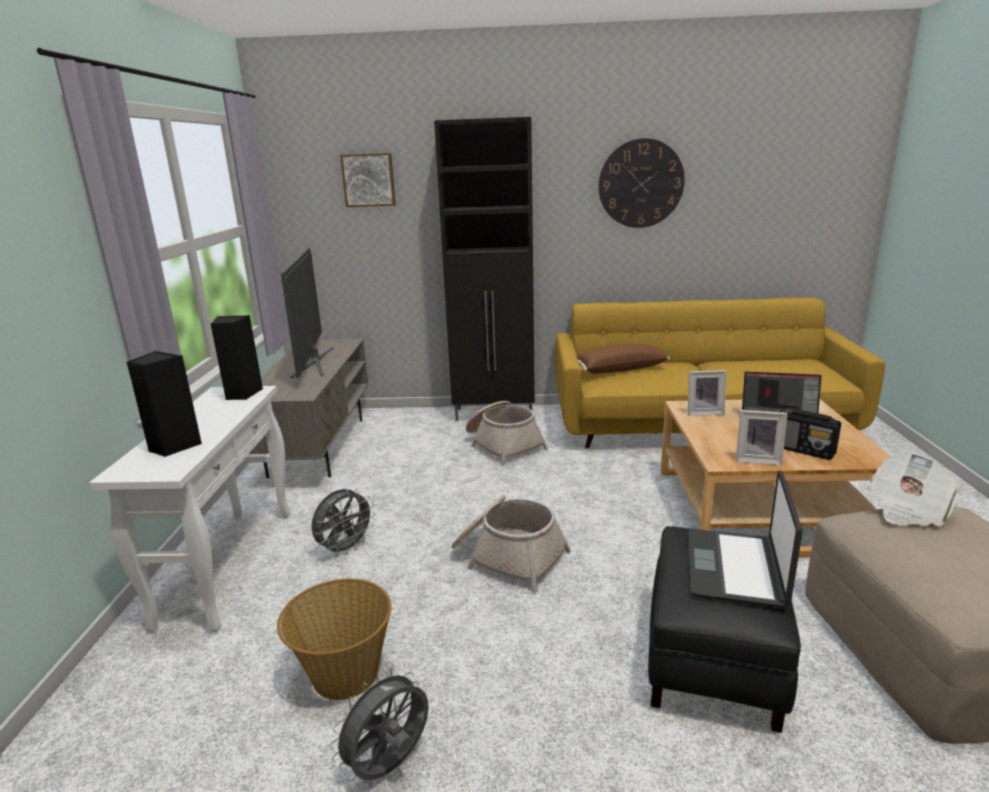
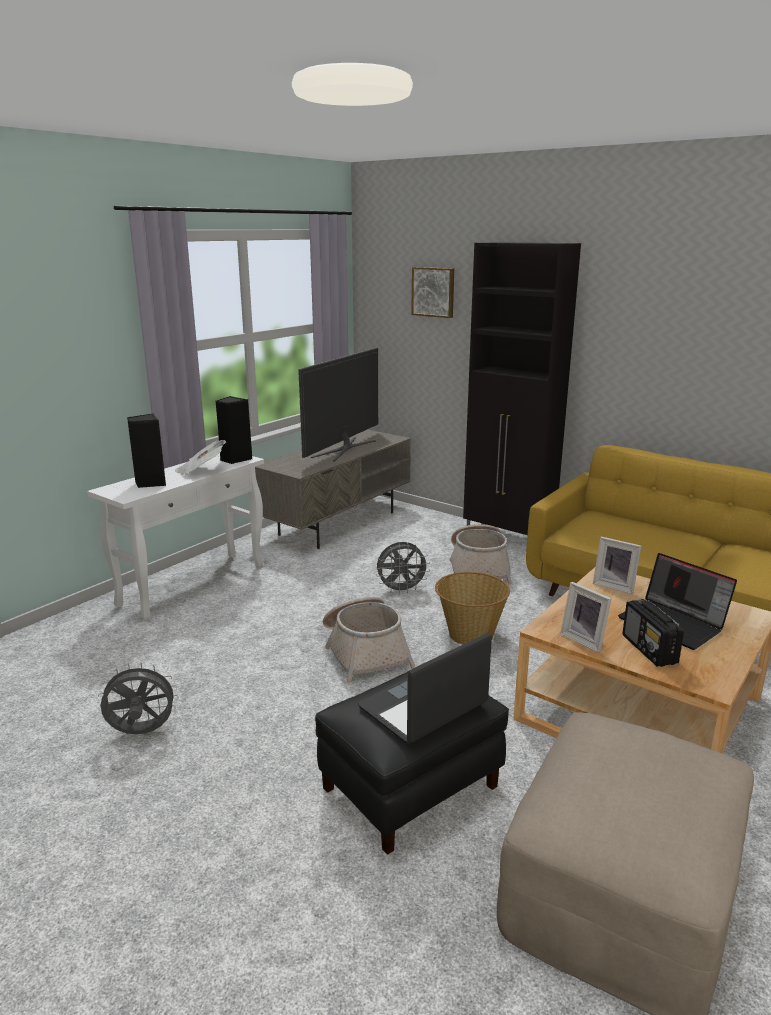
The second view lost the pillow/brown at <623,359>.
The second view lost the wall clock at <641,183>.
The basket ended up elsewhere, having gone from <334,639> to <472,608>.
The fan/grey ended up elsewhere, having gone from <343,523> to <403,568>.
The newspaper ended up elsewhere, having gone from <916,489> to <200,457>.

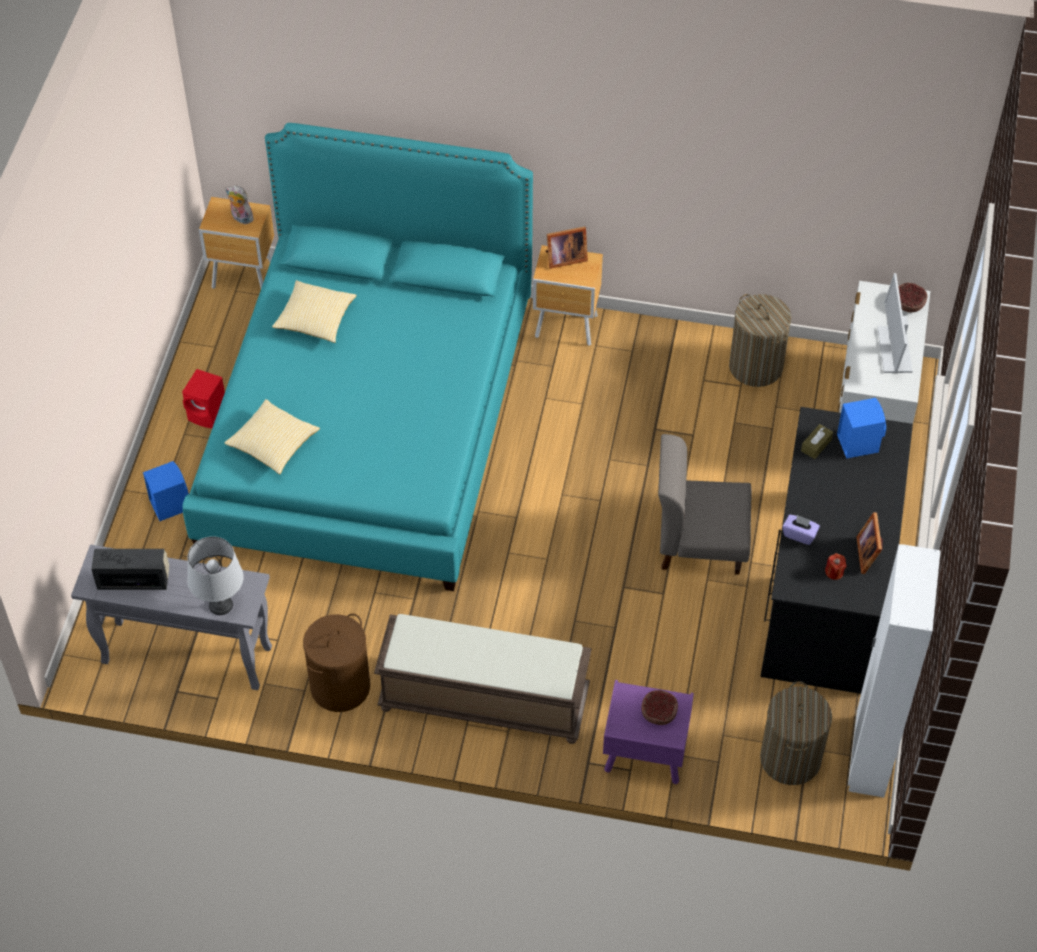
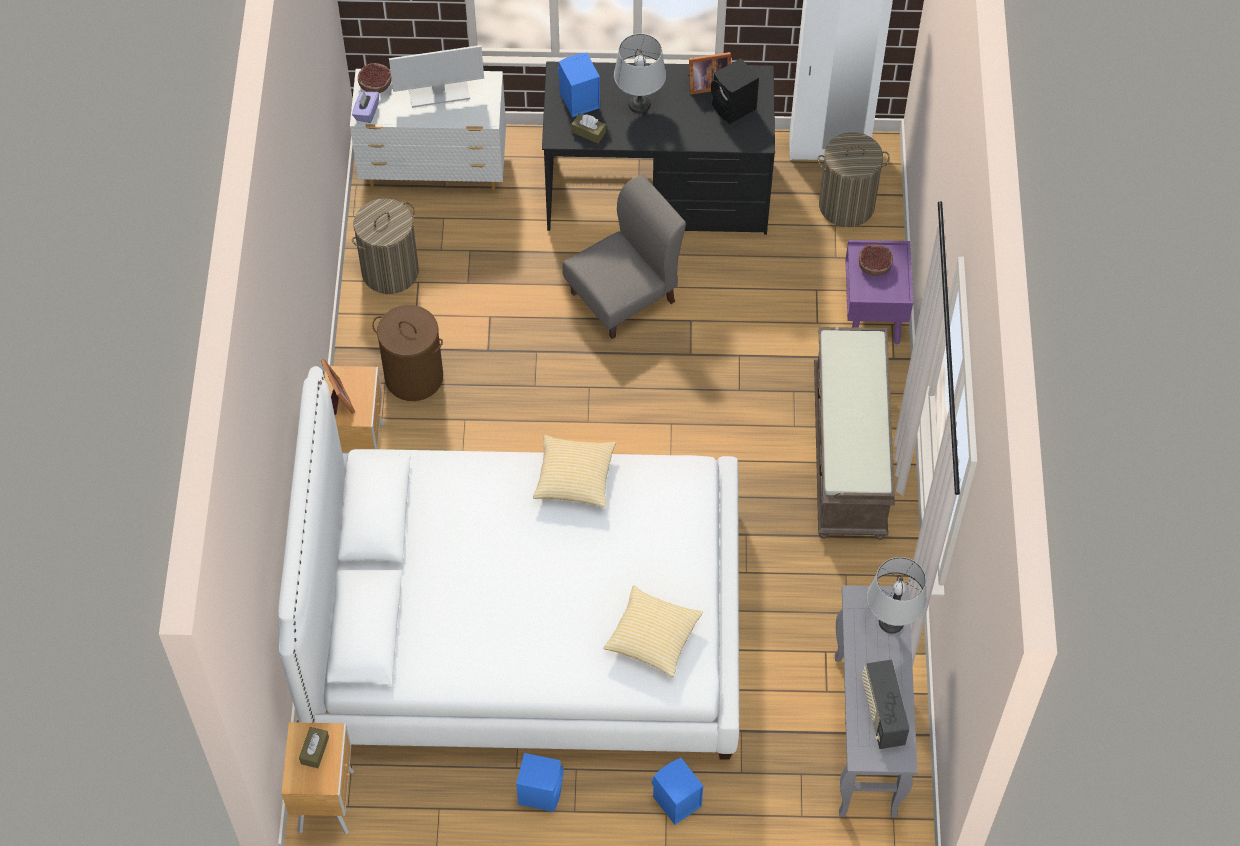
The second view gained the table lamp/grey at <640,73>.
The pillow ended up elsewhere, having gone from <314,311> to <574,471>.
The laundry basket/brown ended up elsewhere, having gone from <336,663> to <407,353>.
The tissue box/purple ended up elsewhere, having gone from <801,530> to <365,107>.
Where the plush toy stood at <239,204>, the tissue box/brown came to stand at <314,747>.
Where the candle/red stood at <835,566>, the speaker/black came to stand at <735,91>.
What was the speaker/red at <203,398> turned into the speaker/blue at <540,782>.
What was the bed/turquoise at <358,357> turned into the bed/white at <508,563>.
The chair/grey at <704,504> ended up facing another way, 120 degrees counterclockwise from before.

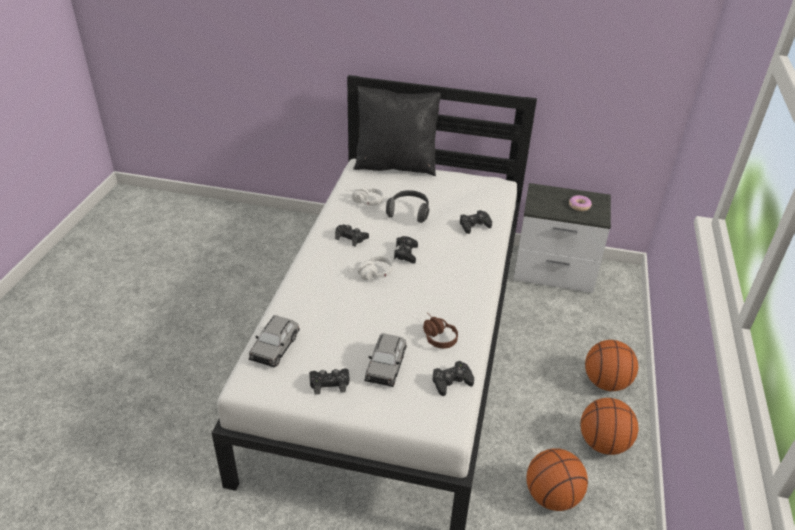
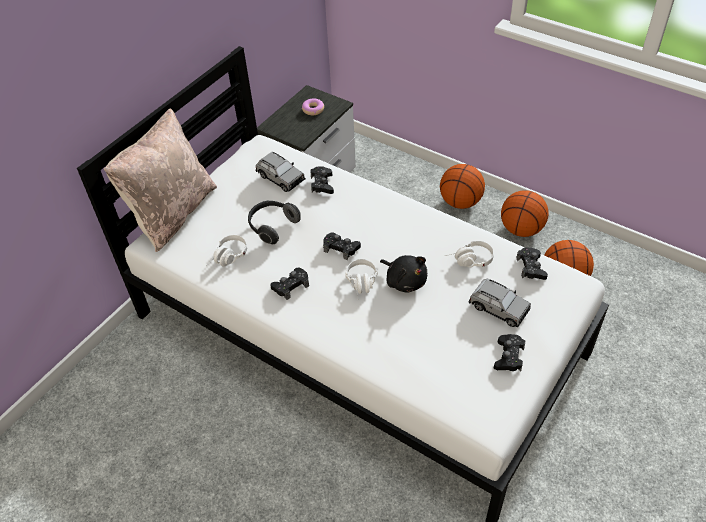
The second view gained the plush toy/black at <403,274>.
The toy car/grey ended up elsewhere, having gone from <274,341> to <280,172>.
What was the pillow/black at <397,131> turned into the pillow/beige at <160,180>.
What was the headphones/brown at <440,331> turned into the headphones/white at <469,254>.

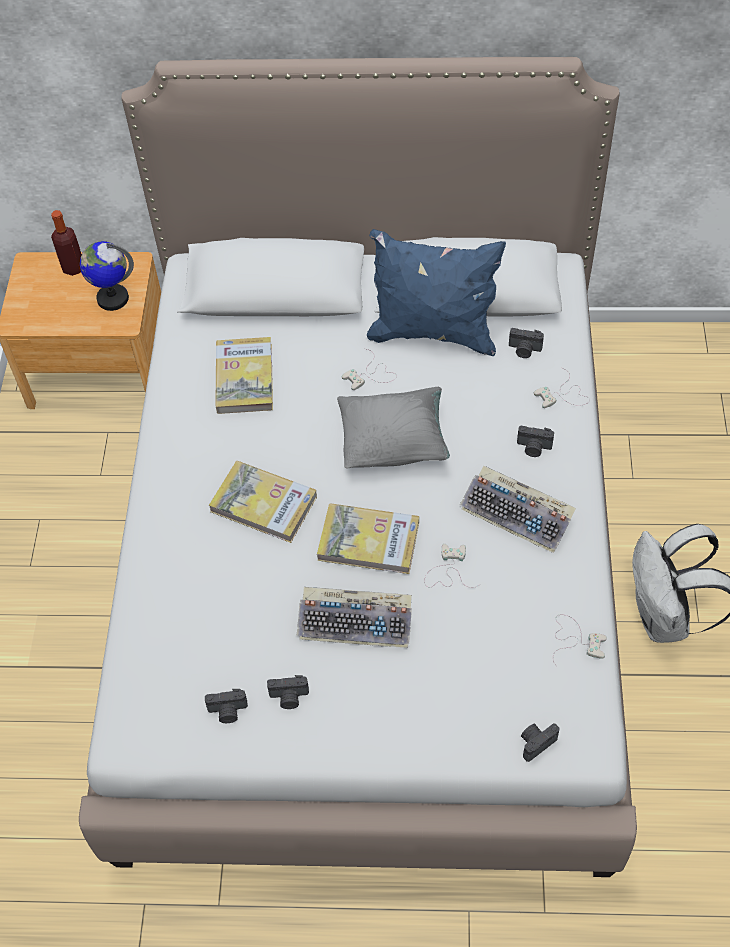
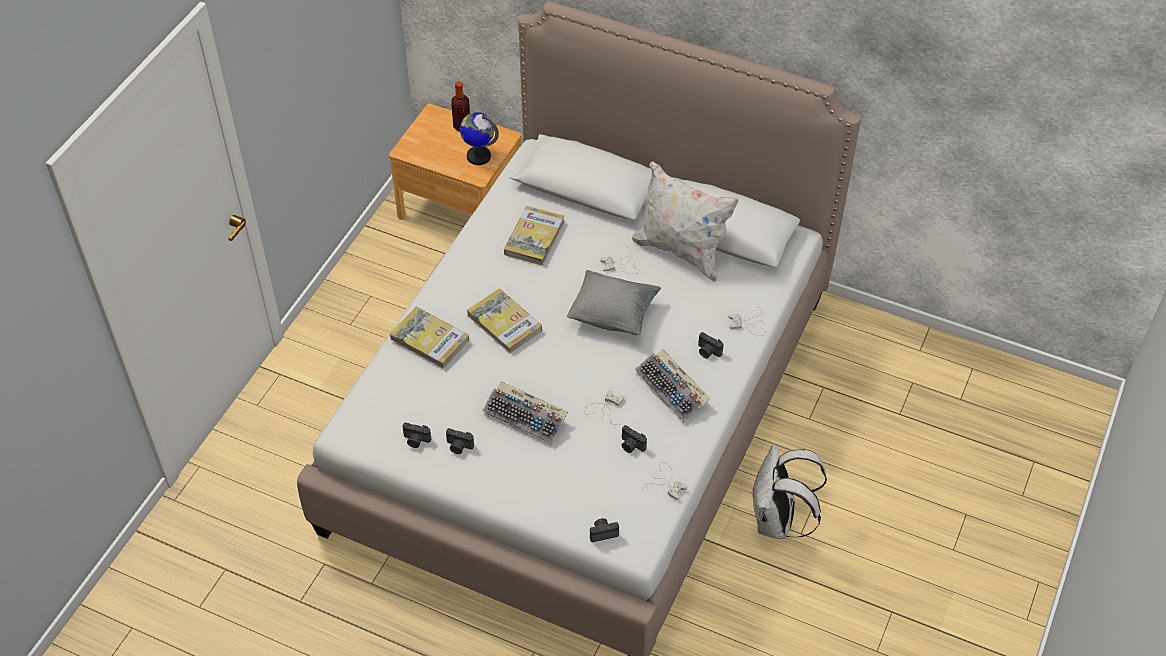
The book ended up elsewhere, having gone from <368,538> to <429,338>.
The photo camera ended up elsewhere, having gone from <526,343> to <634,439>.
What was the pillow/blue at <436,292> turned into the pillow/white at <685,221>.

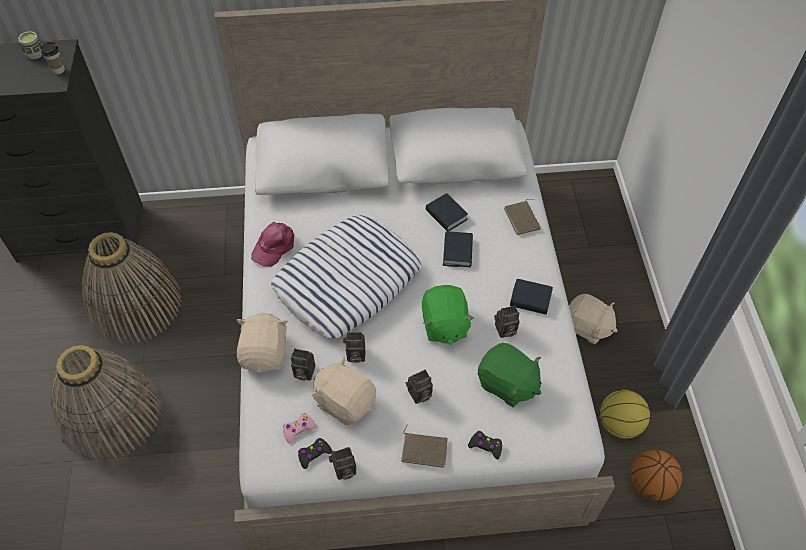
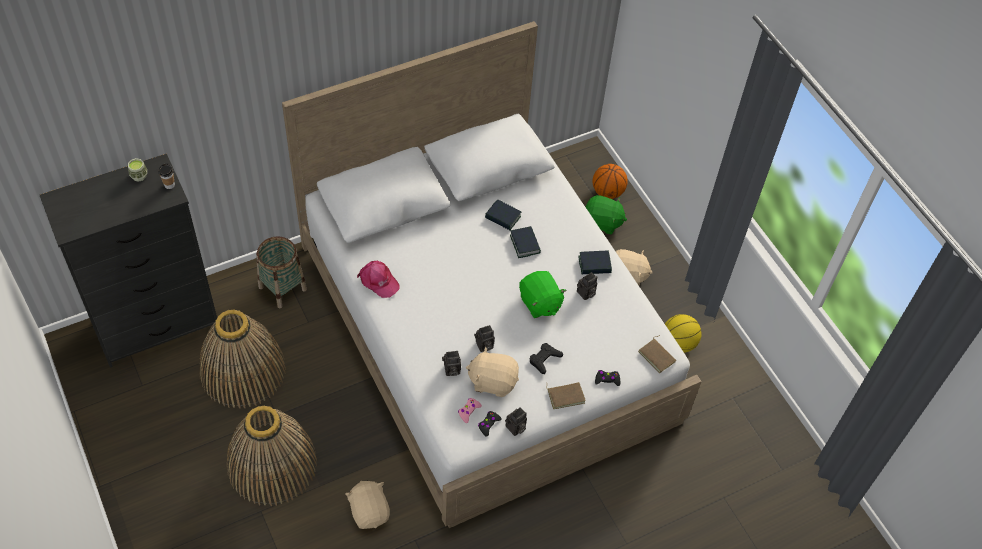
The second view lost the pillow at <346,276>.
The second view gained the basket at <281,272>.
The plush toy/beige ended up elsewhere, having gone from <262,343> to <367,504>.
The plush toy/green ended up elsewhere, having gone from <509,375> to <606,214>.
The book/brown ended up elsewhere, having gone from <522,217> to <657,354>.
The basketball ended up elsewhere, having gone from <656,475> to <610,181>.
Where the photo camera stood at <419,387>, the game controller/black came to stand at <546,358>.
The cap/pink at <272,244> ended up facing another way, 60 degrees counterclockwise from before.

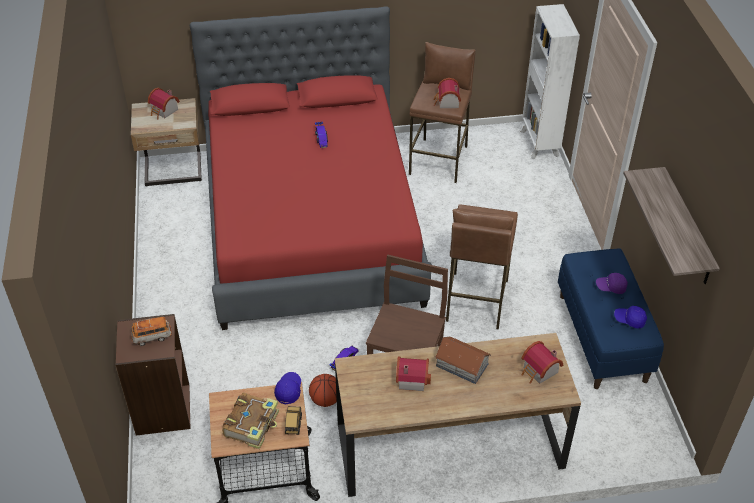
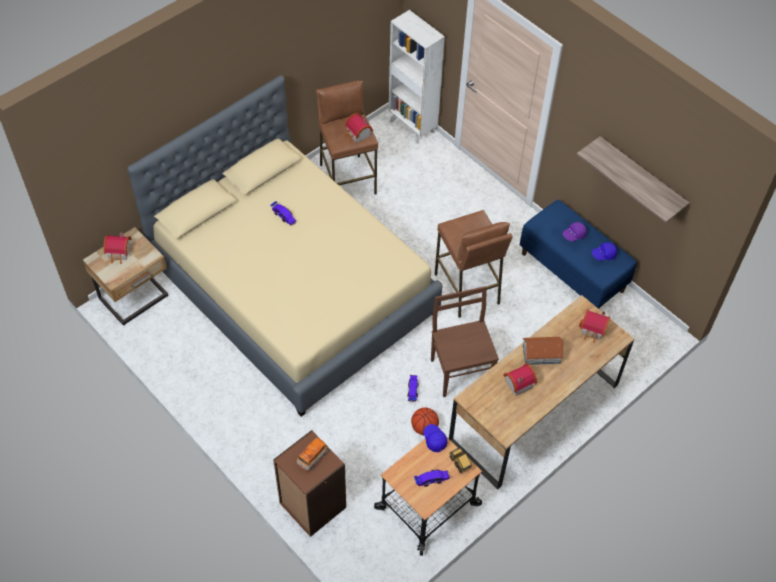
Where the book stood at <250,420>, the toy car came to stand at <432,478>.
What was the bed/red at <311,168> turned into the bed/beige at <285,246>.

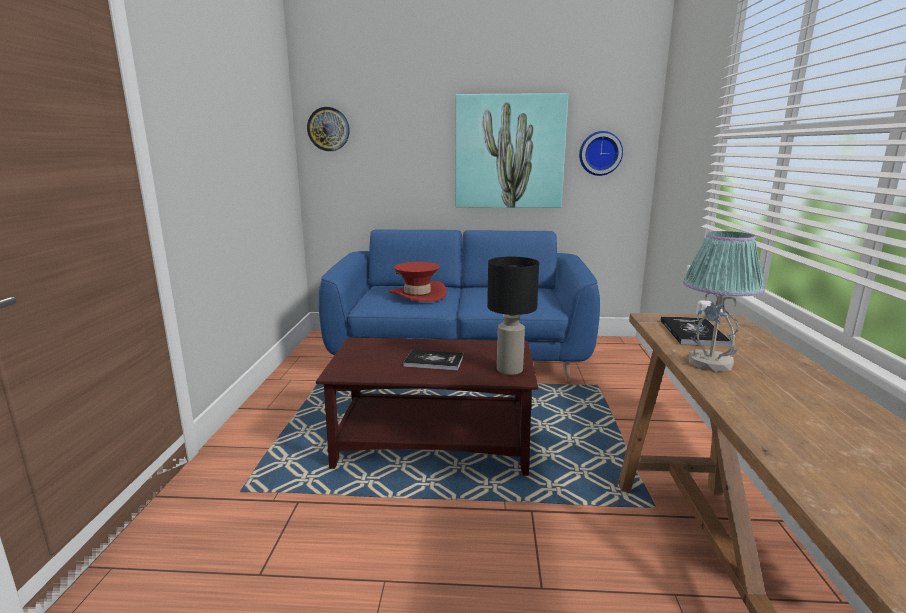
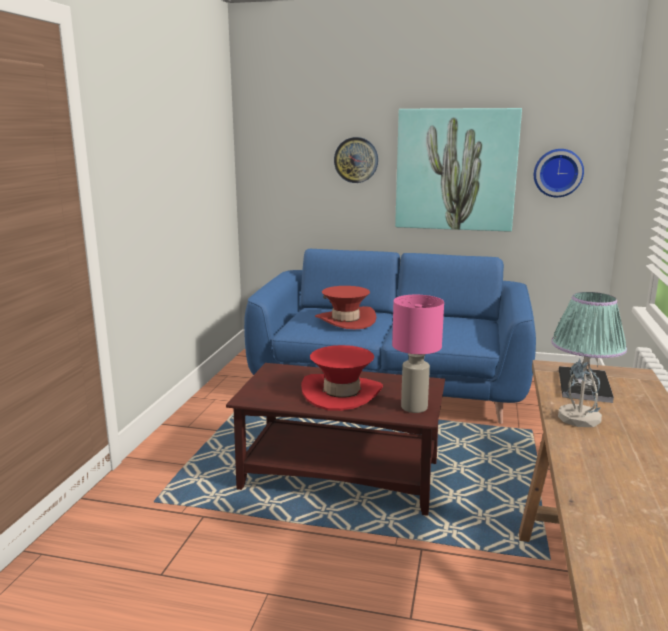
The wall clock ended up elsewhere, having gone from <328,129> to <356,160>.
Where the book stood at <433,360>, the hat/red came to stand at <342,378>.
What was the table lamp/black at <513,316> turned into the table lamp/pink at <418,354>.

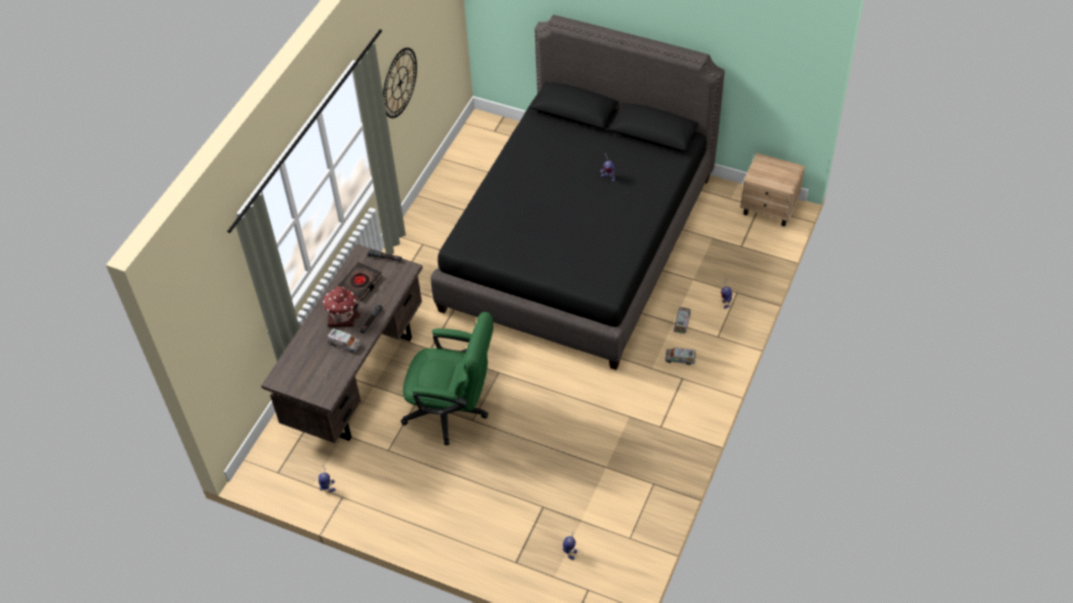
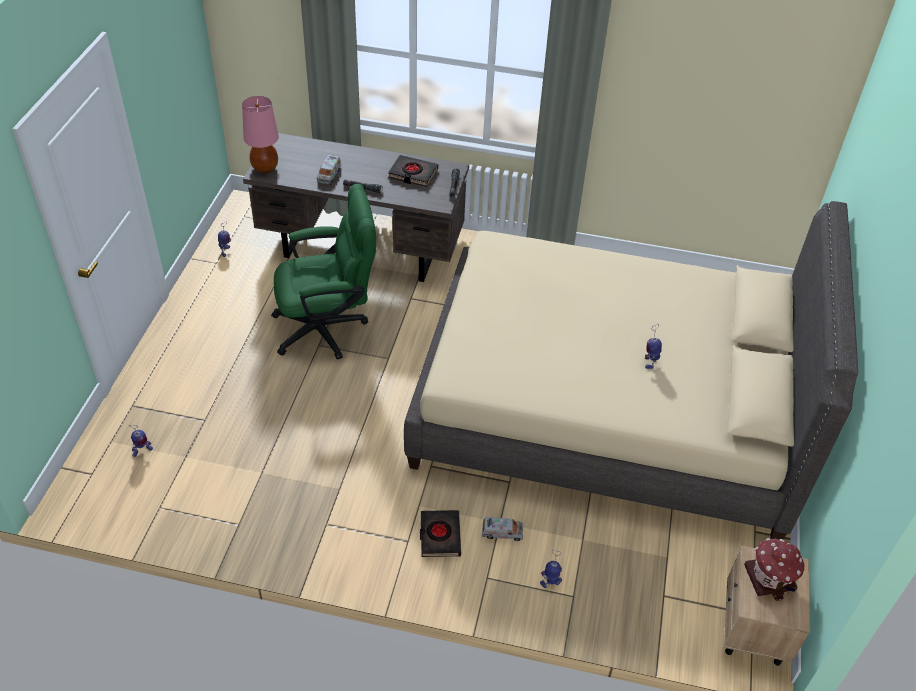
The second view lost the wall clock at <400,83>.
The second view gained the table lamp/pink at <260,134>.
The toy house ended up elsewhere, having gone from <341,306> to <774,569>.
Where the toy truck stood at <680,356>, the book/black came to stand at <440,533>.
What was the bed/black at <578,192> turned into the bed/beige at <631,370>.
The office chair/green at <447,378> ended up facing another way, 105 degrees counterclockwise from before.

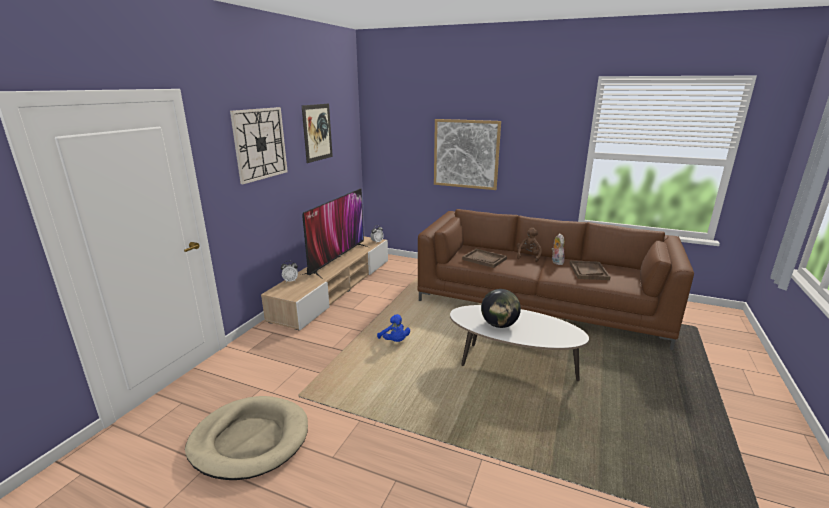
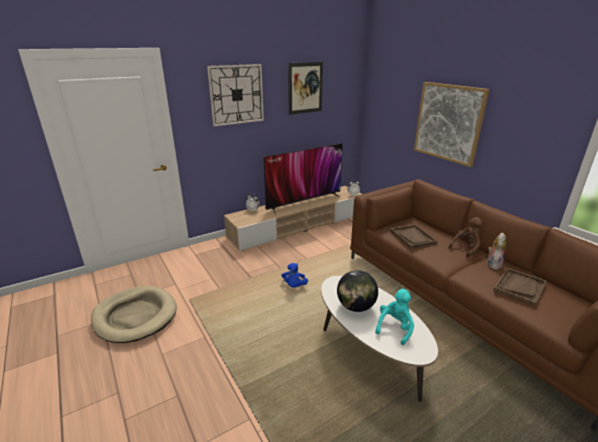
The second view gained the plush toy/turquoise at <394,317>.

